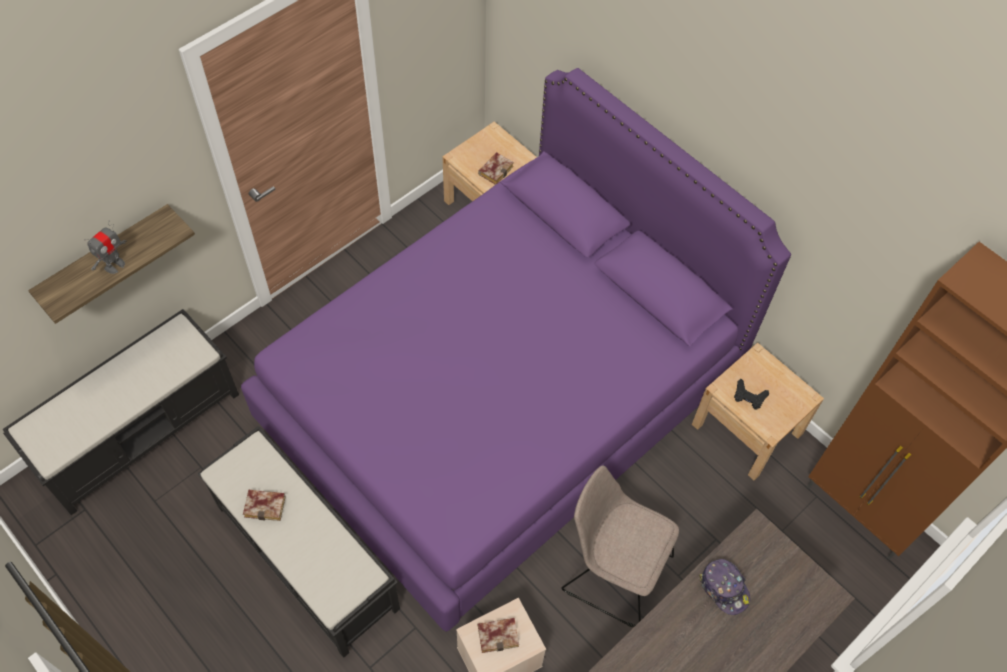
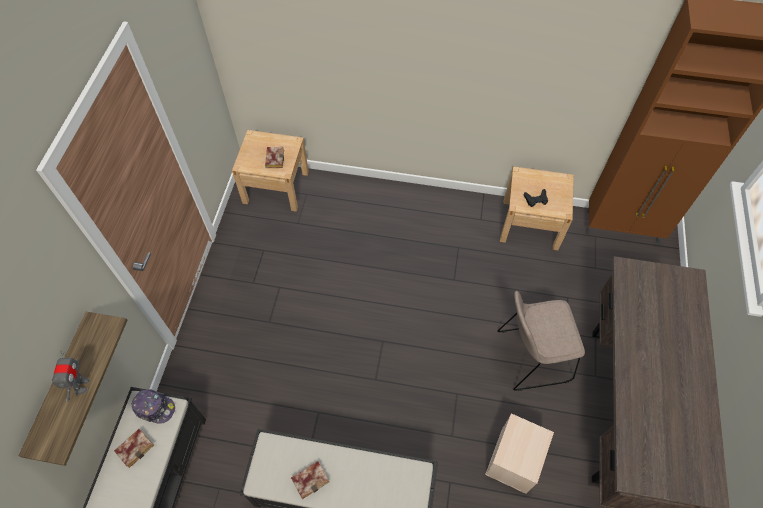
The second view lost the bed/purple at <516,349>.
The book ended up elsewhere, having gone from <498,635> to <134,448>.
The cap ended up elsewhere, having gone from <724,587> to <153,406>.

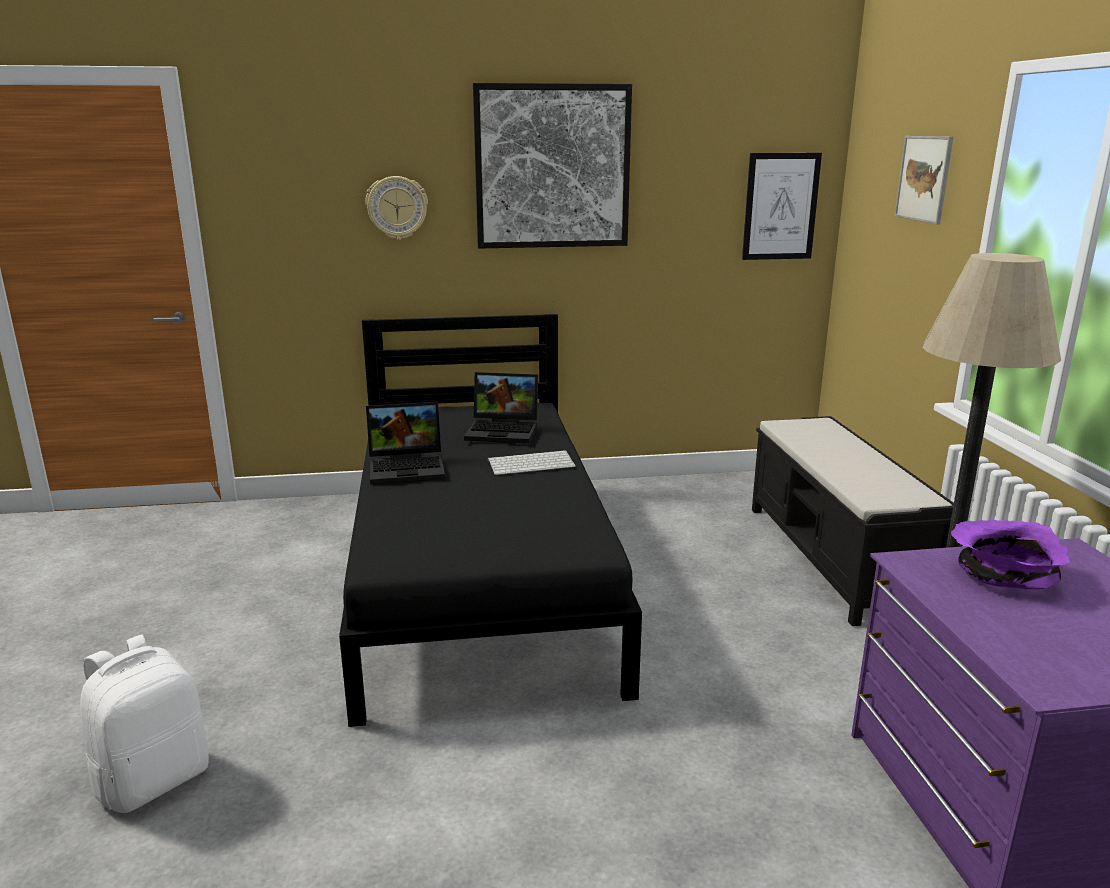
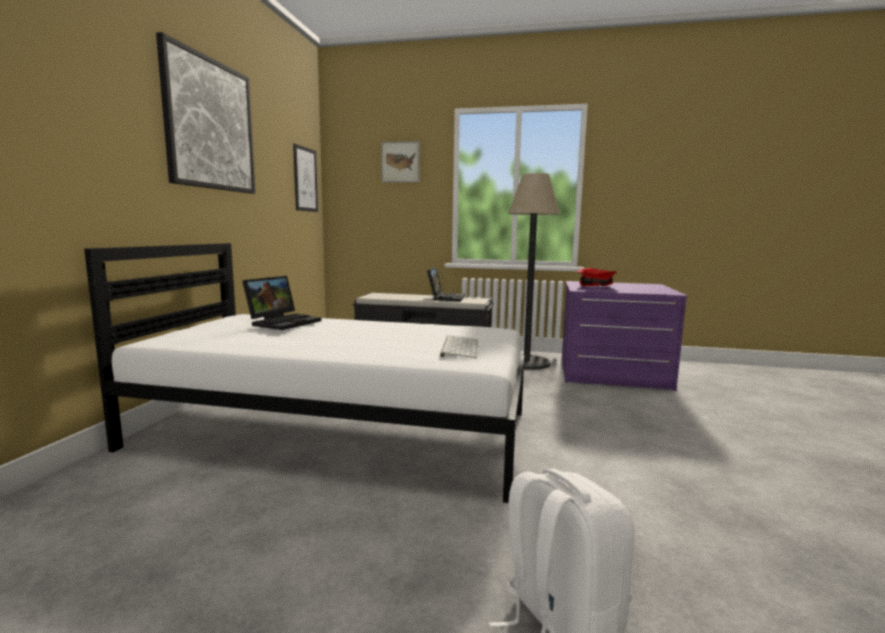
The second view lost the wall clock at <396,208>.
The laptop ended up elsewhere, having gone from <405,443> to <446,284>.
The keyboard ended up elsewhere, having gone from <532,462> to <459,346>.
What was the bed/black at <490,520> turned into the bed/white at <304,373>.
What was the bowl/purple at <1010,554> turned into the bowl/red at <596,277>.

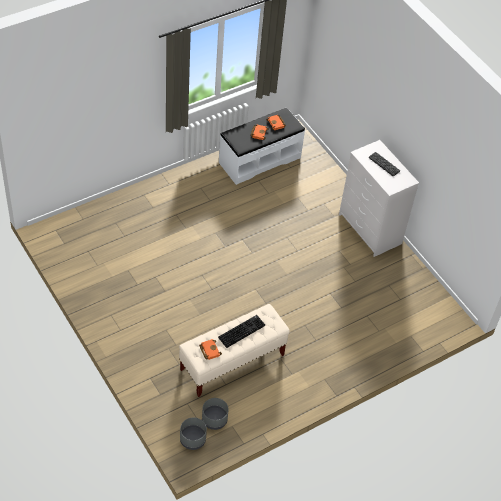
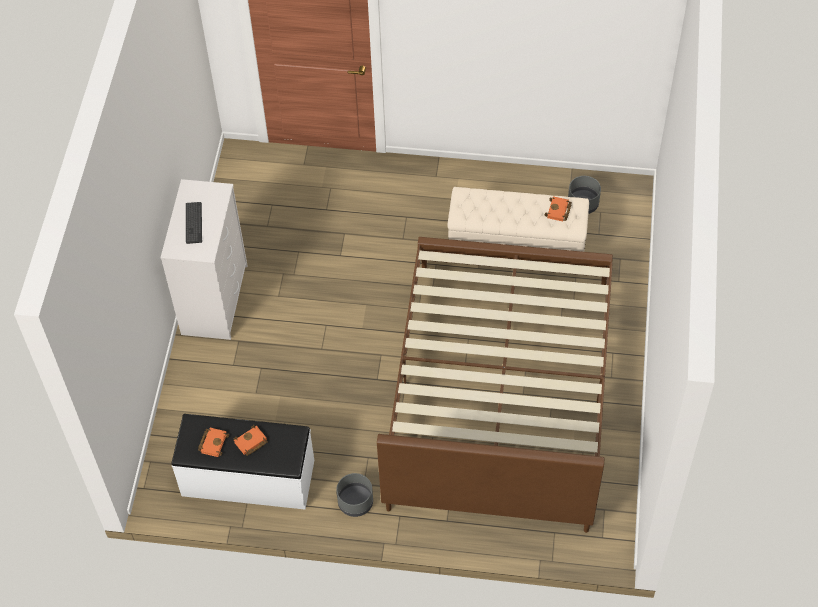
The second view lost the keyboard at <241,331>.
The second view gained the bed/brown at <495,385>.
The planter/grey ended up elsewhere, having gone from <193,433> to <354,495>.

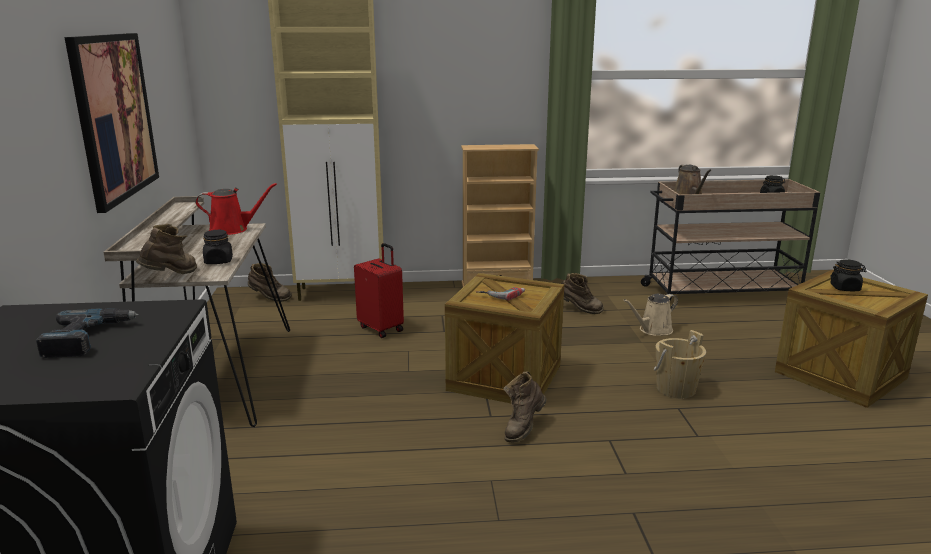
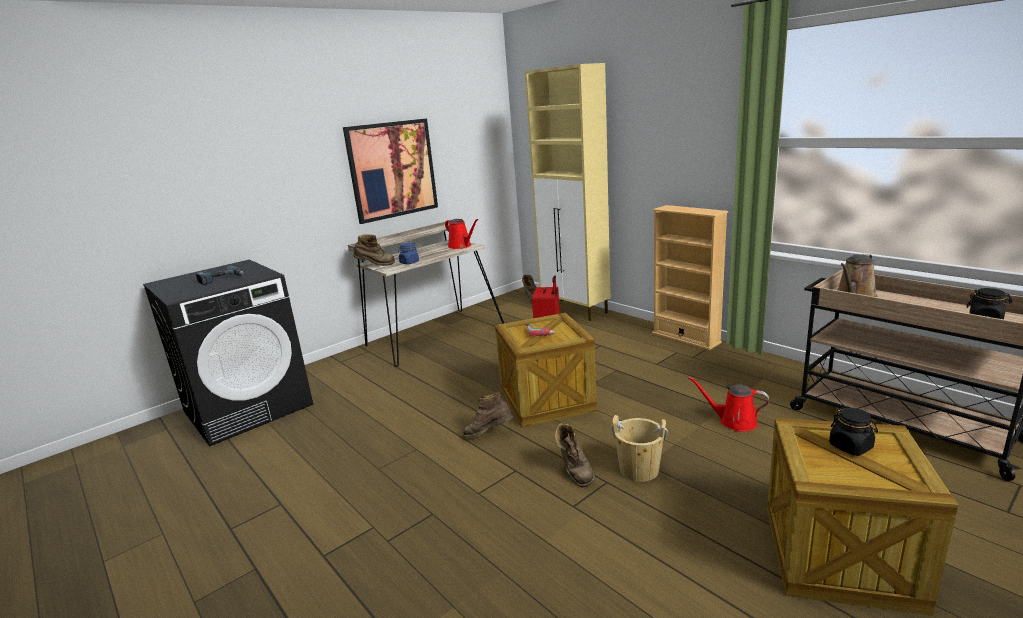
The boot/brown ended up elsewhere, having gone from <582,293> to <575,455>.
What was the jar/black at <218,246> turned into the jar/blue at <408,253>.
What was the watering can/beige at <650,315> turned into the watering can/red at <728,404>.

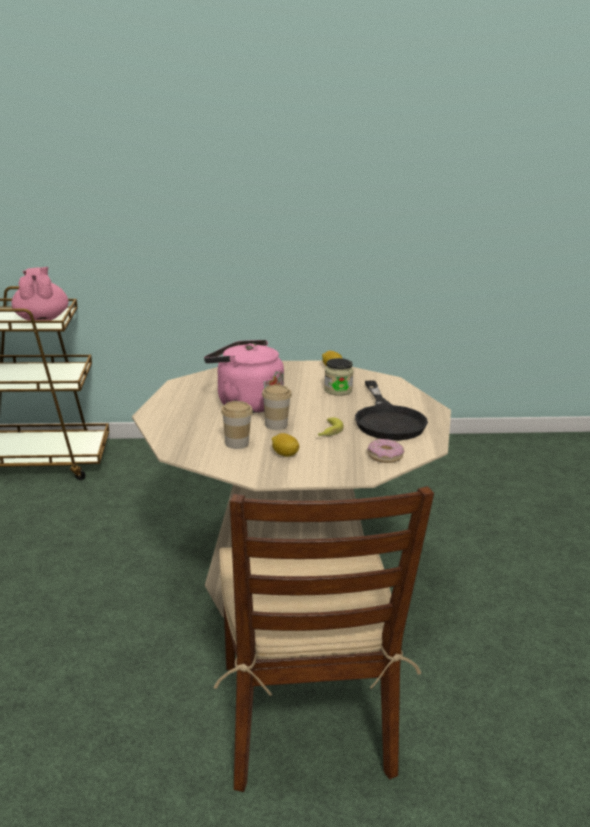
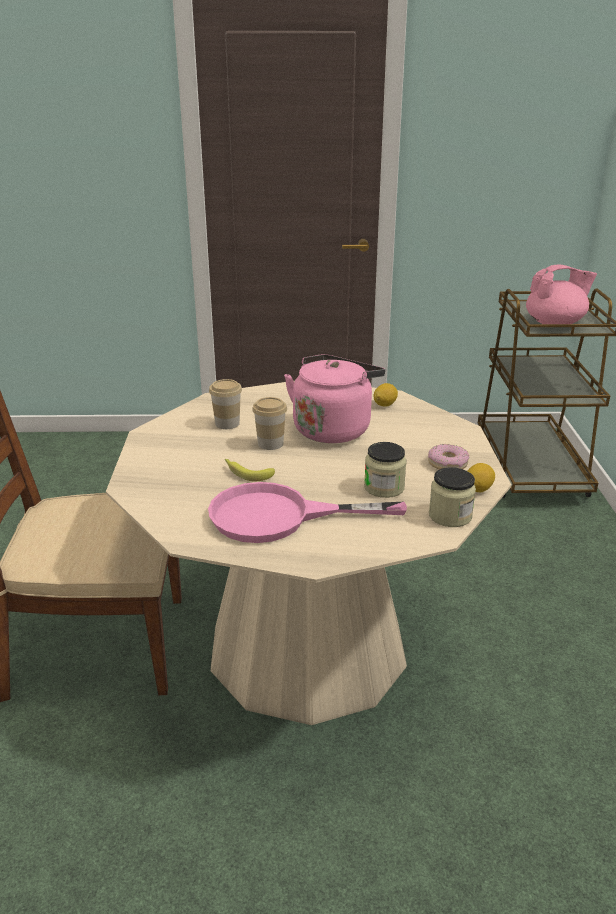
The second view gained the jar at <452,497>.
The lemon ended up elsewhere, having gone from <285,445> to <386,395>.
The donut ended up elsewhere, having gone from <385,451> to <448,457>.
What was the frying pan/black at <391,410> turned into the frying pan/pink at <307,512>.

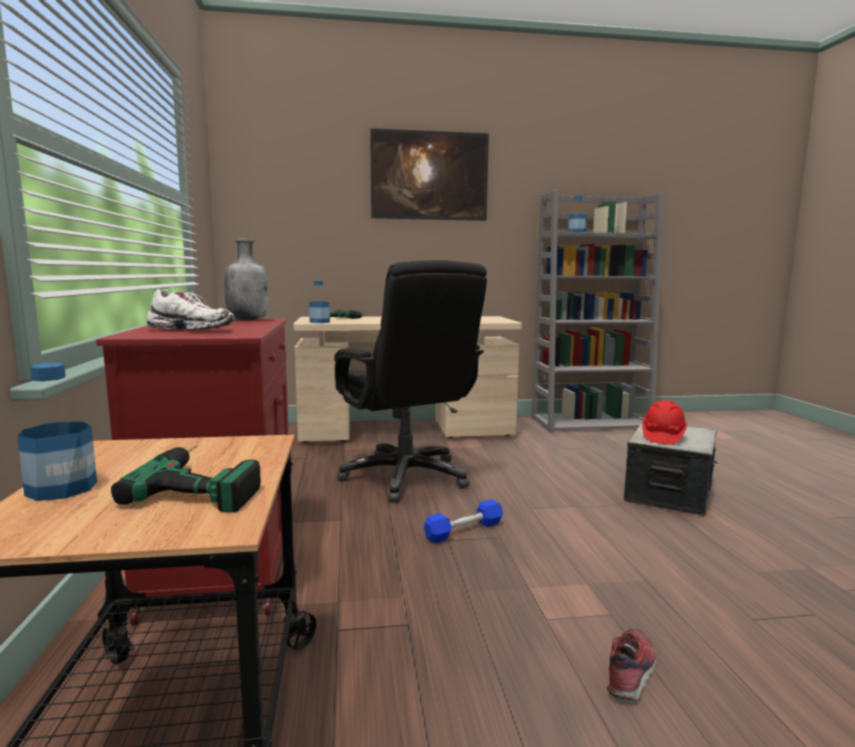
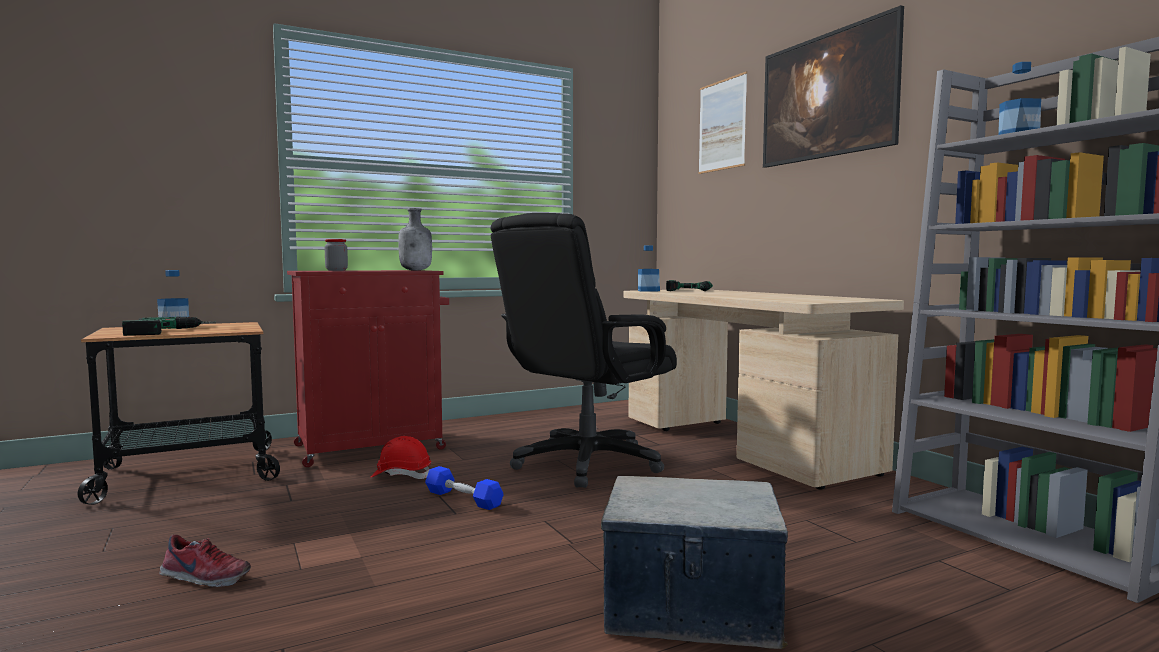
The second view gained the picture at <723,123>.
The hard hat/red ended up elsewhere, having gone from <664,422> to <400,457>.
Where the shoe/white stood at <190,309>, the jar came to stand at <336,255>.

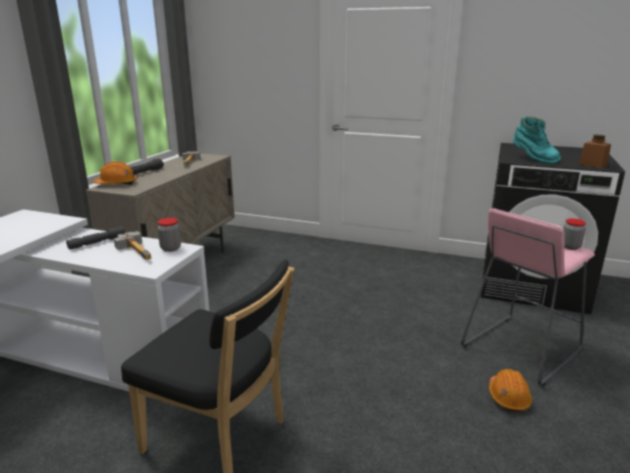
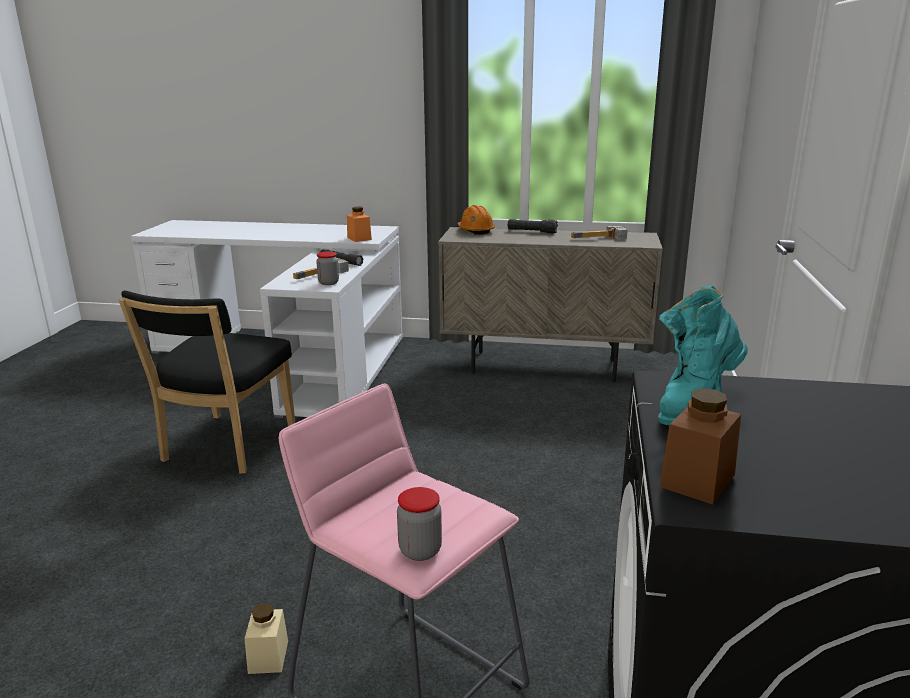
The second view gained the jar/orange at <359,224>.
Where the hard hat/orange stood at <510,390>, the jar/beige came to stand at <266,638>.

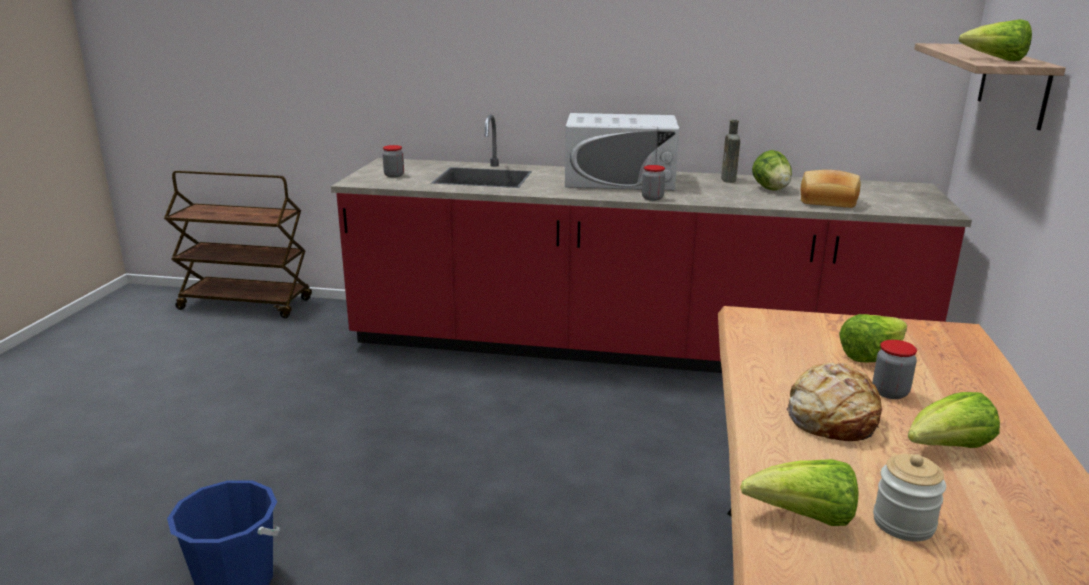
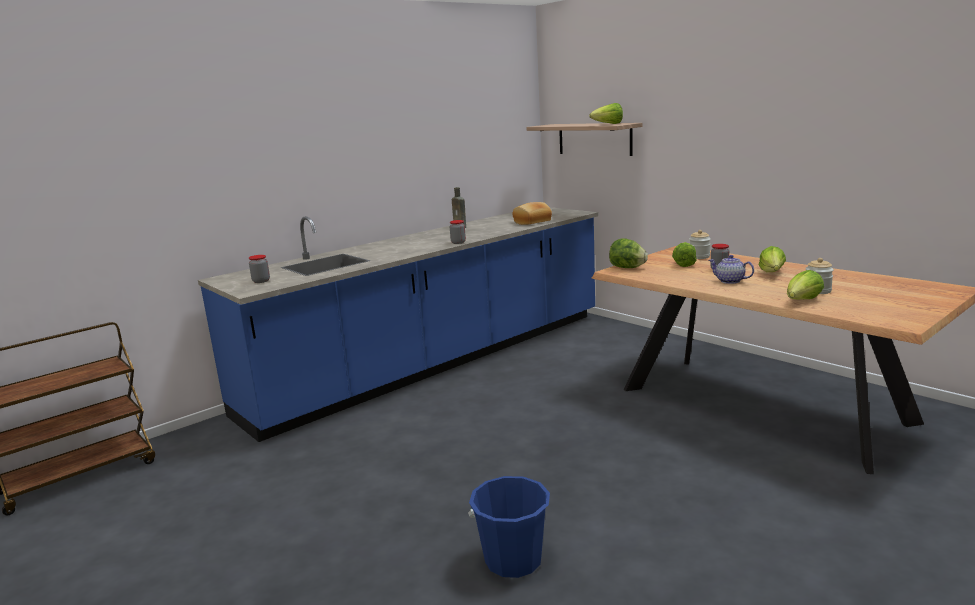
The second view lost the microwave/white at <622,152>.
The second view gained the jar at <700,244>.
The lettuce ended up elsewhere, having gone from <772,170> to <628,253>.
Where the bread stood at <834,402>, the teapot came to stand at <731,269>.
What was the counter/red at <651,244> turned into the counter/blue at <398,324>.

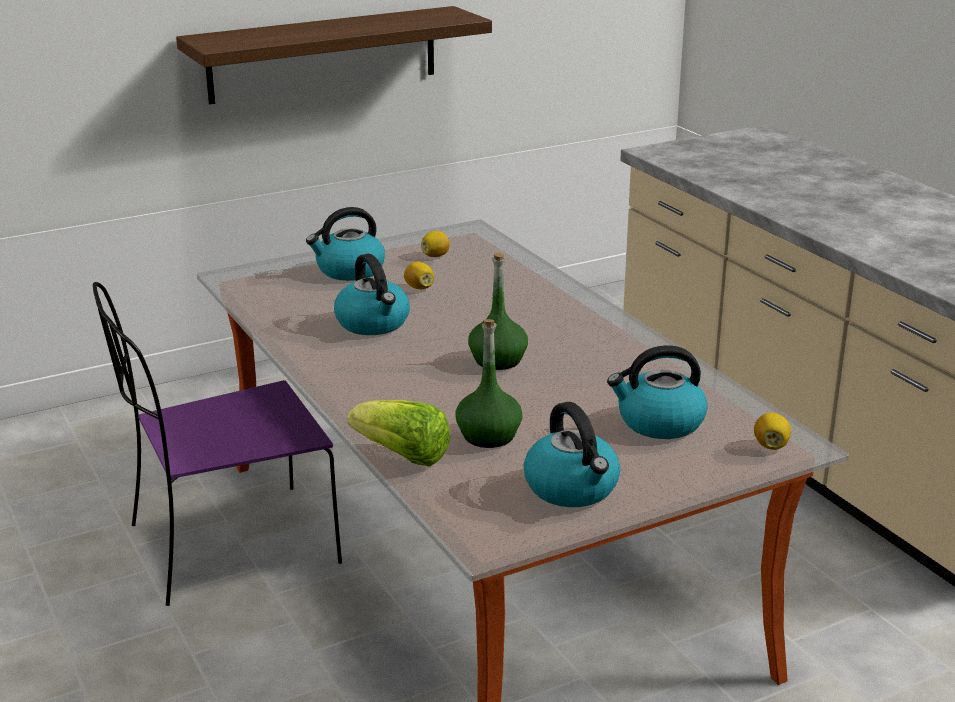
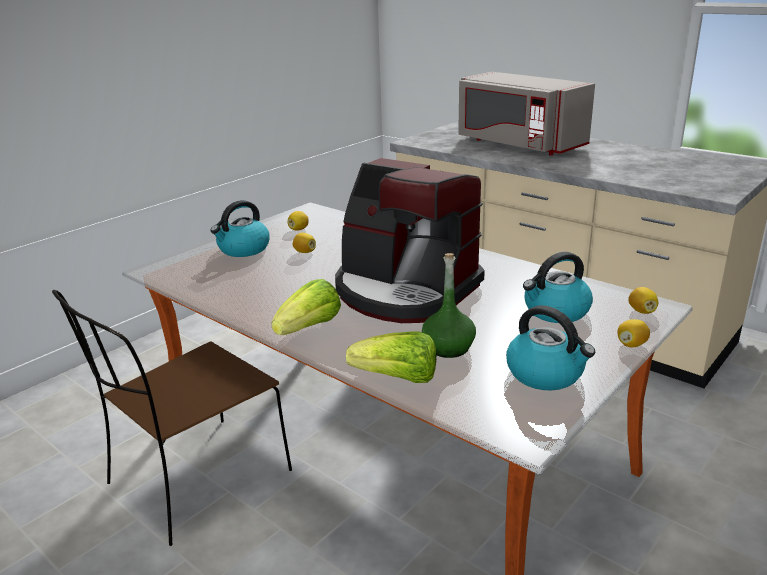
The second view lost the shelf at <334,55>.
The second view lost the kettle at <372,294>.
The second view gained the lettuce at <306,307>.
The second view gained the microwave/grey at <526,113>.
The second view gained the lemon at <634,333>.
Where the bottle/green stood at <498,311>, the coffee machine came to stand at <410,240>.
What was the chair/purple at <217,444> turned into the chair/brown at <172,418>.

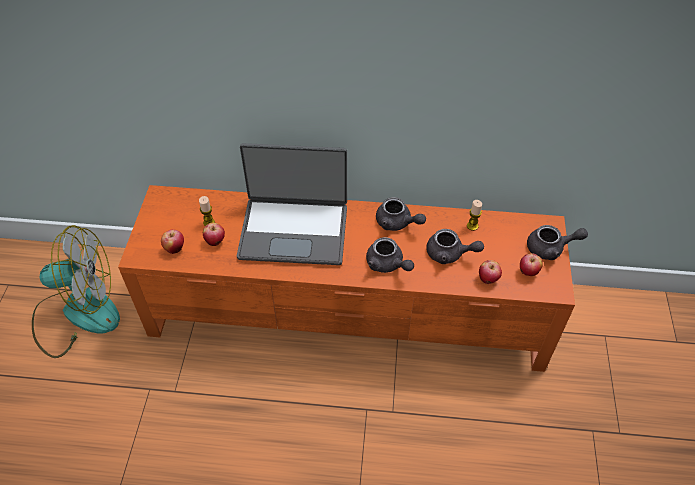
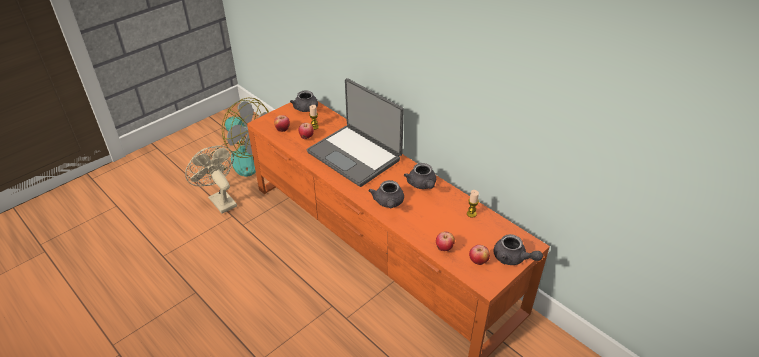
The second view gained the fan/beige at <211,180>.
The teapot/grey ended up elsewhere, having gone from <455,246> to <304,101>.

